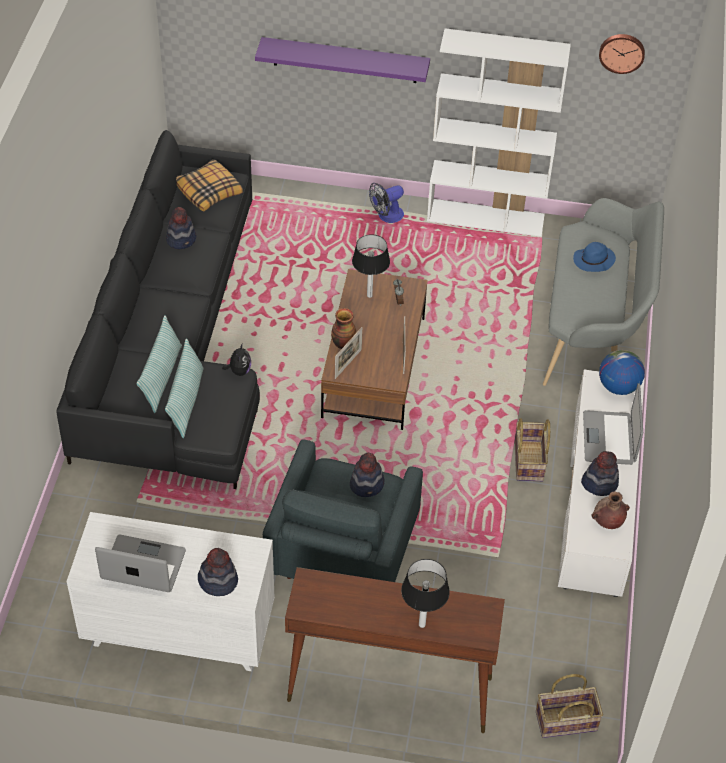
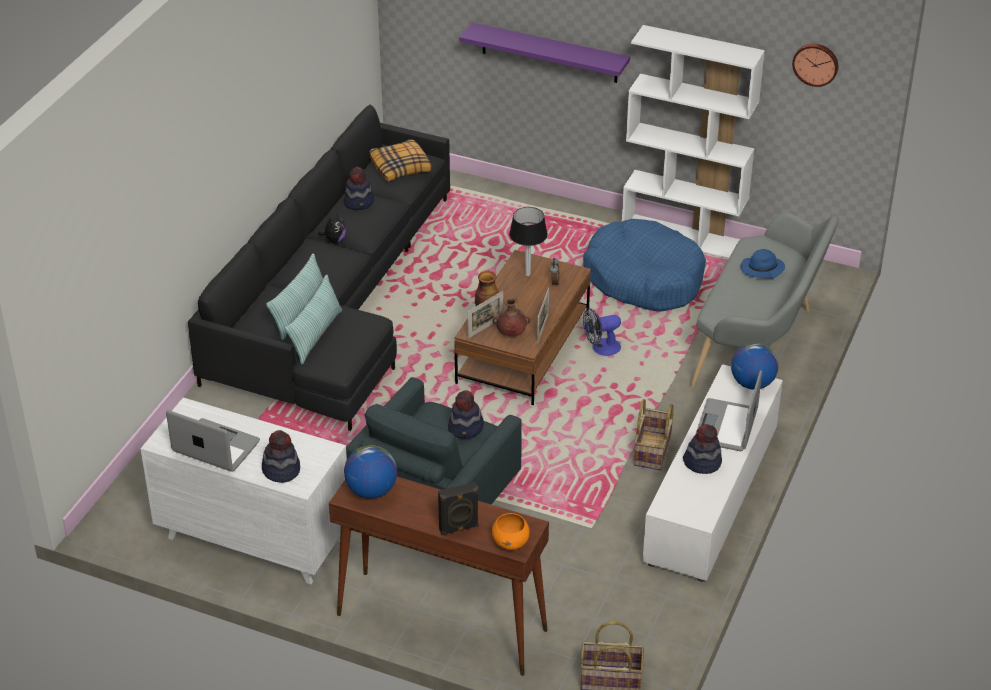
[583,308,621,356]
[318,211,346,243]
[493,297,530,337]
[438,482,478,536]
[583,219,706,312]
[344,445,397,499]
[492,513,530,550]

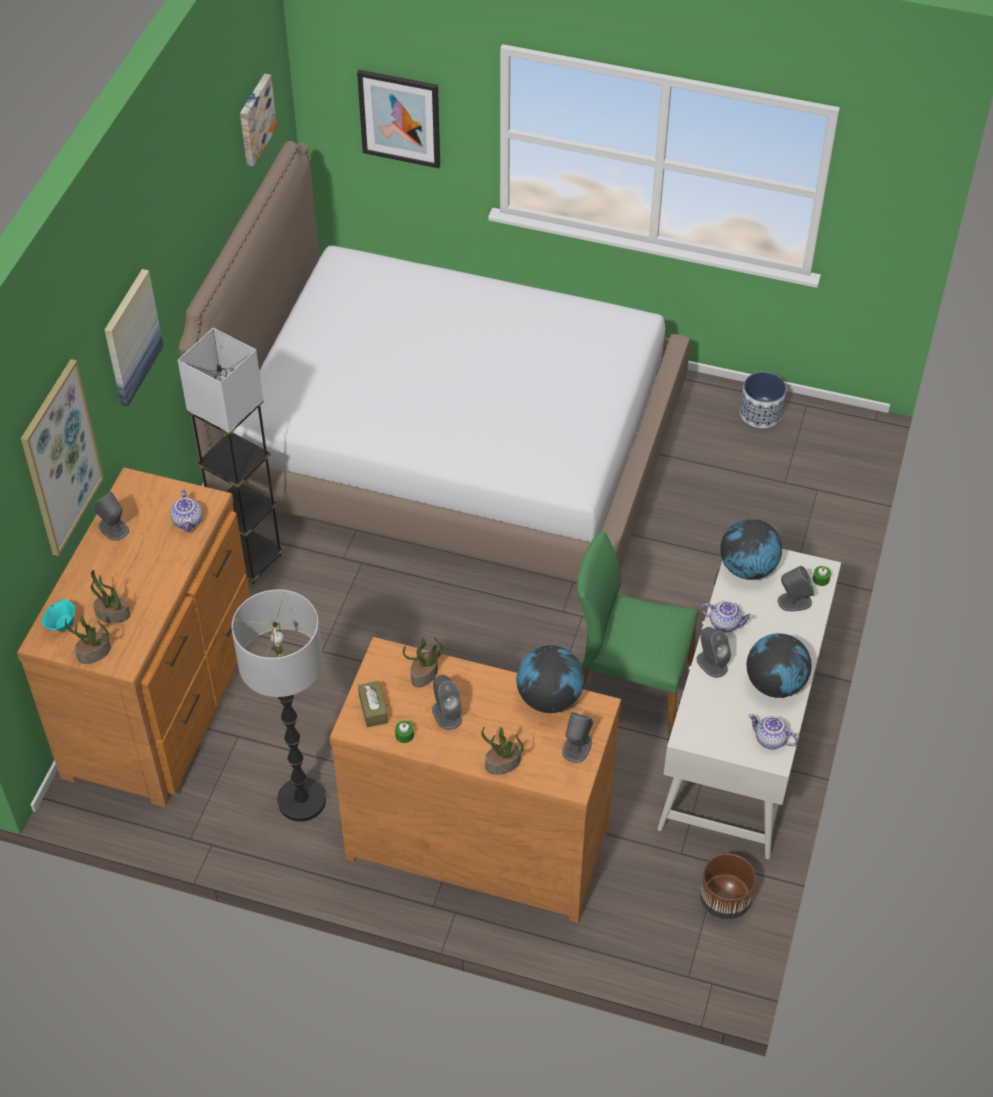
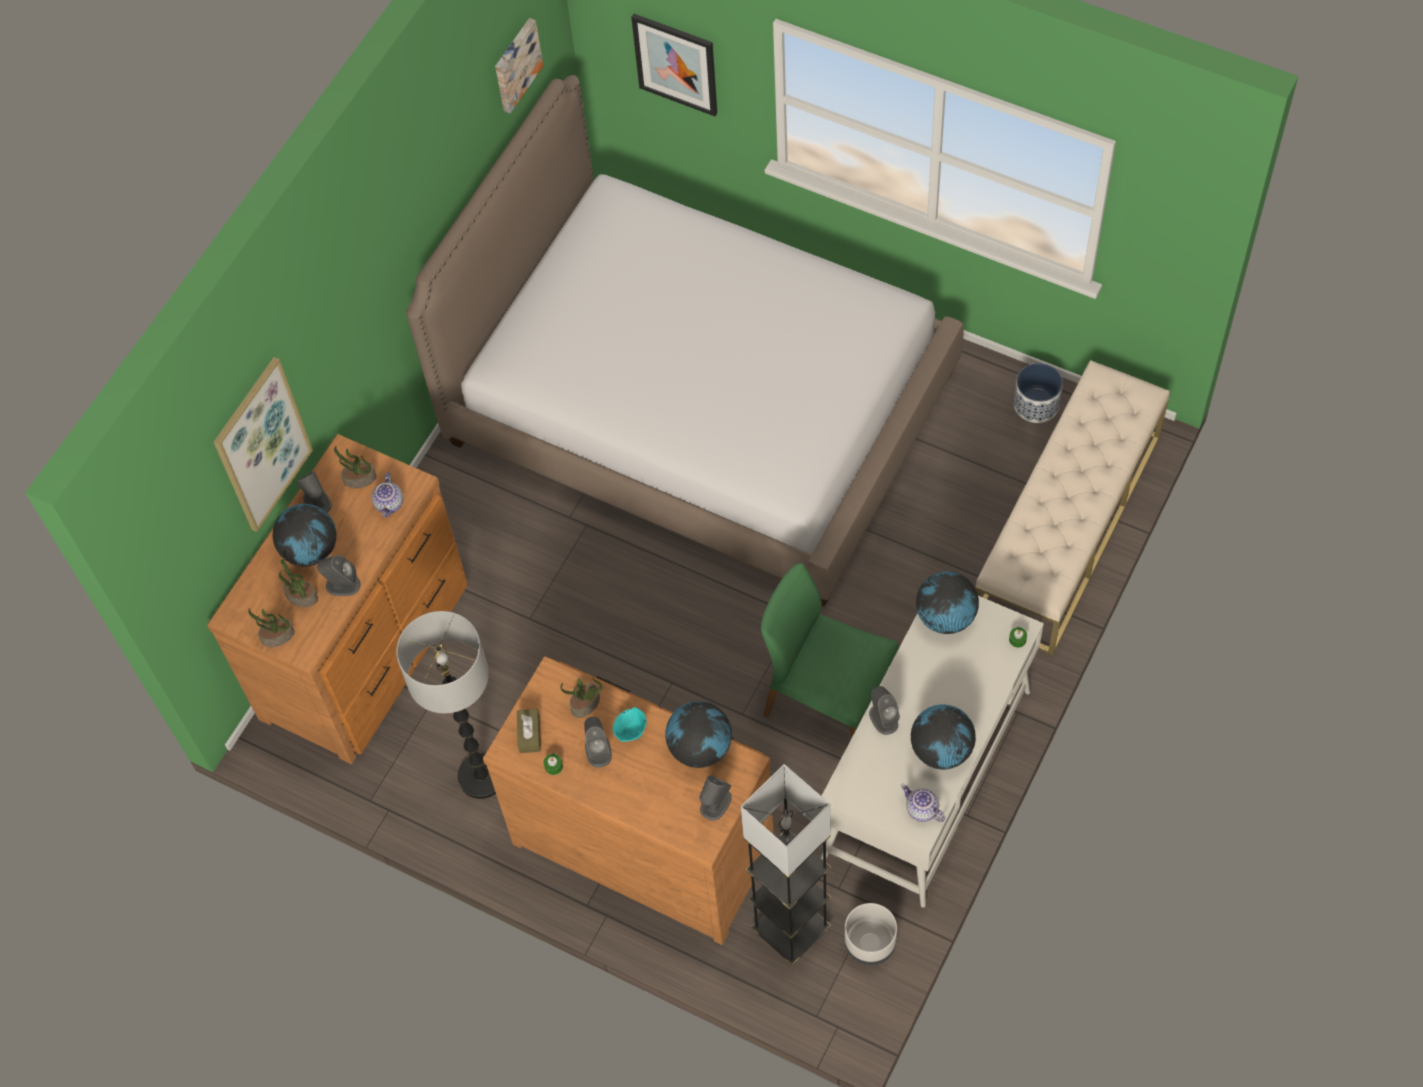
[104,269,163,406] (first image)
[741,764,831,965]
[317,555,360,596]
[613,707,647,742]
[701,601,753,632] (first image)
[334,446,376,488]
[845,903,897,966]
[975,360,1170,655]
[273,504,337,566]

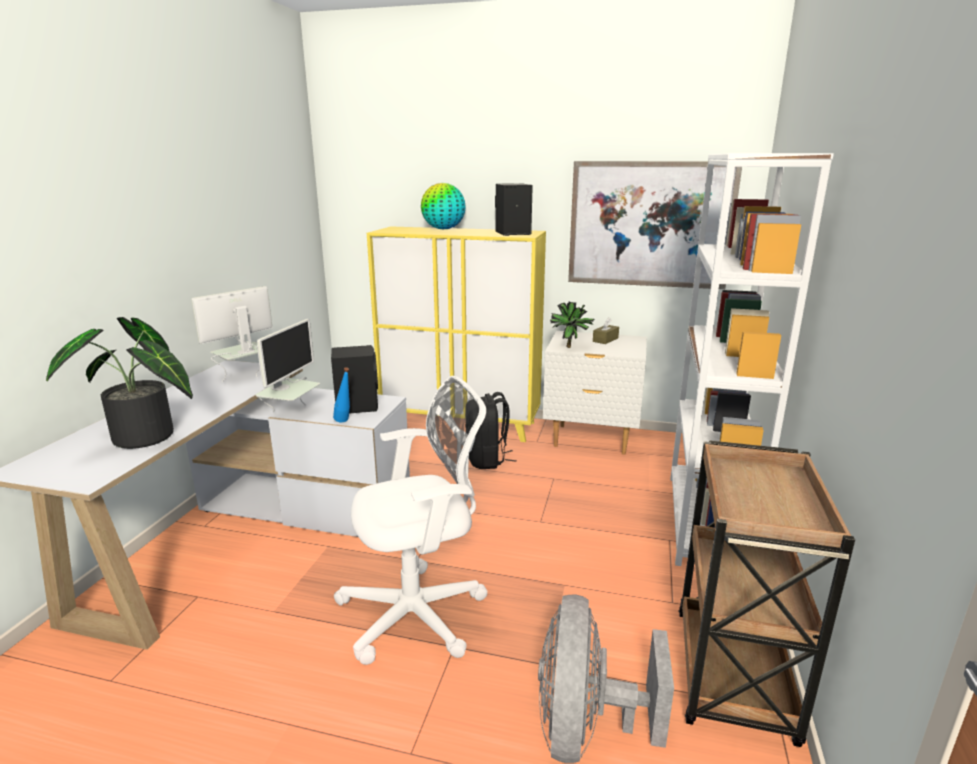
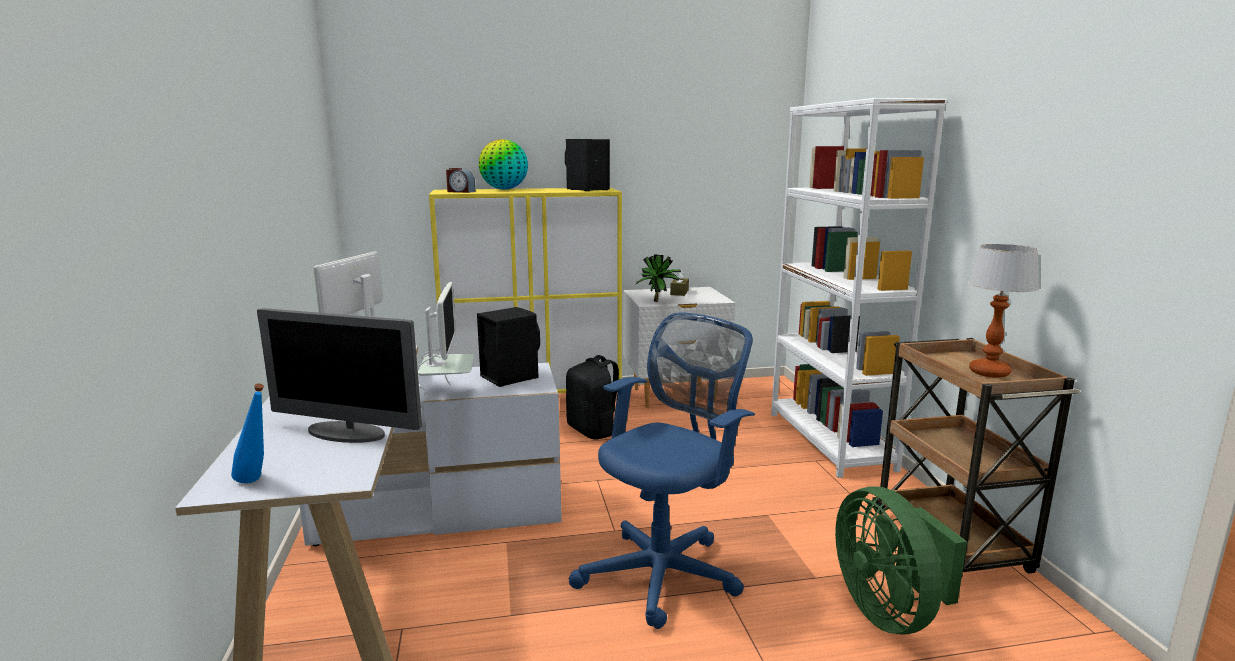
[568,161,742,289] (first image)
[257,308,422,443]
[231,383,264,483]
[569,313,755,629]
[835,486,967,635]
[446,168,475,193]
[968,244,1039,378]

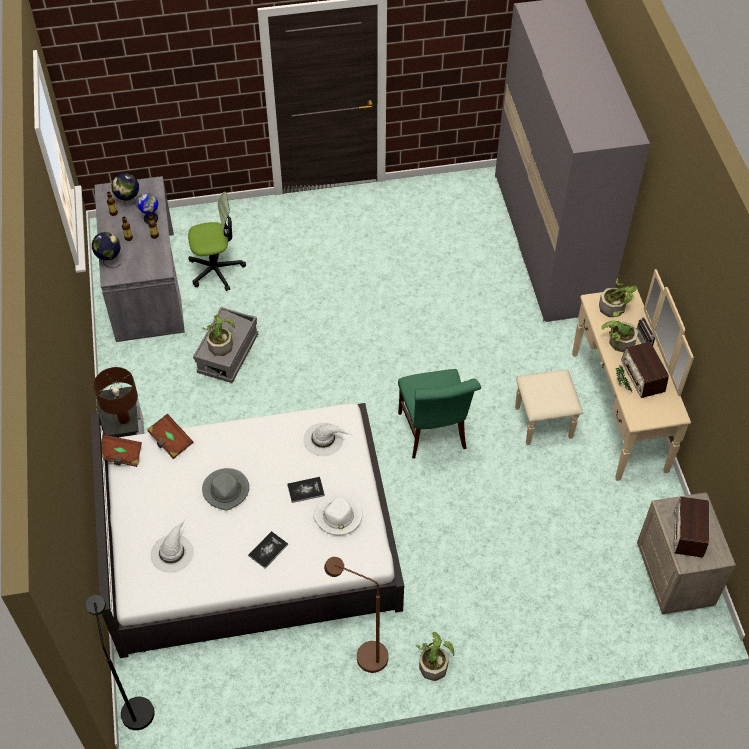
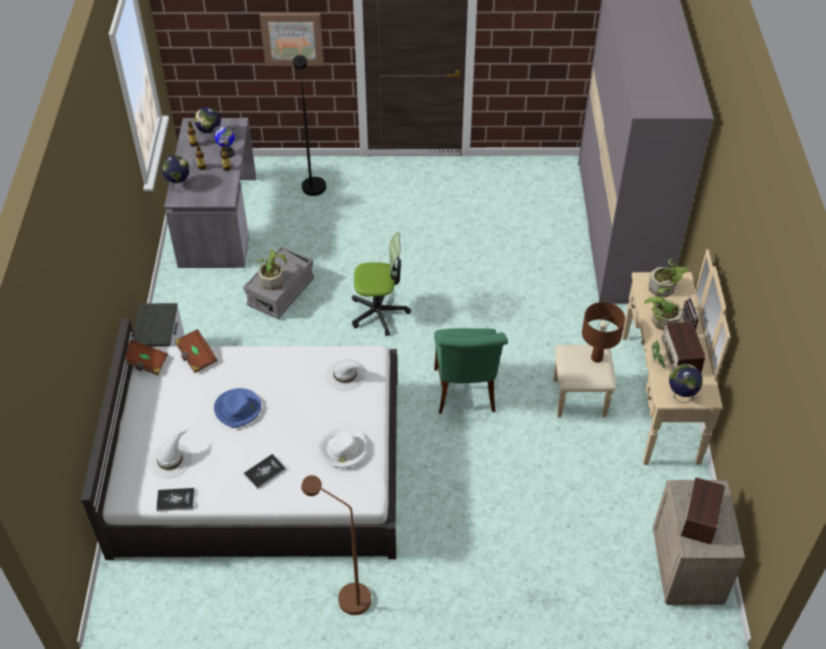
[352,232,411,336]
[582,302,625,363]
[214,388,261,428]
[156,488,194,511]
[293,55,326,196]
[416,632,454,681] (first image)
[259,13,324,66]
[669,364,703,403]

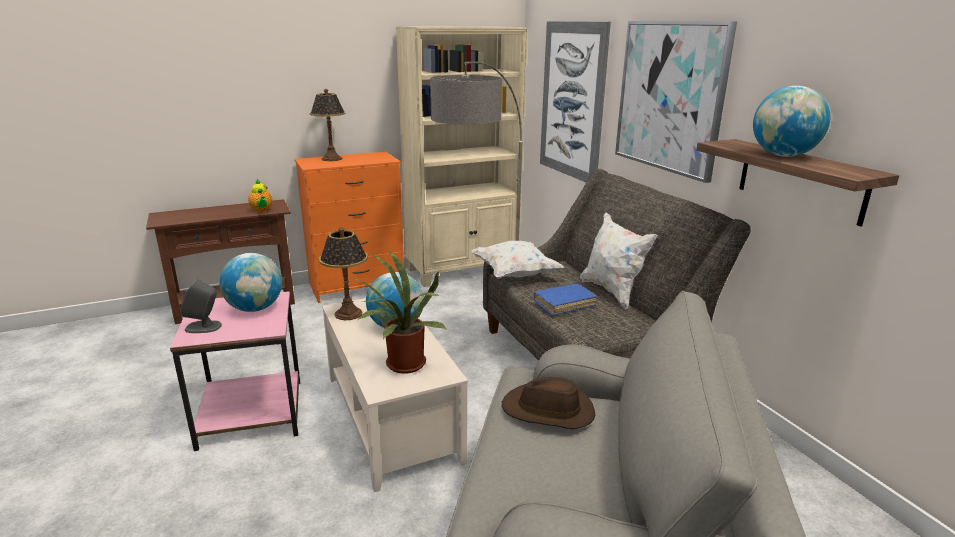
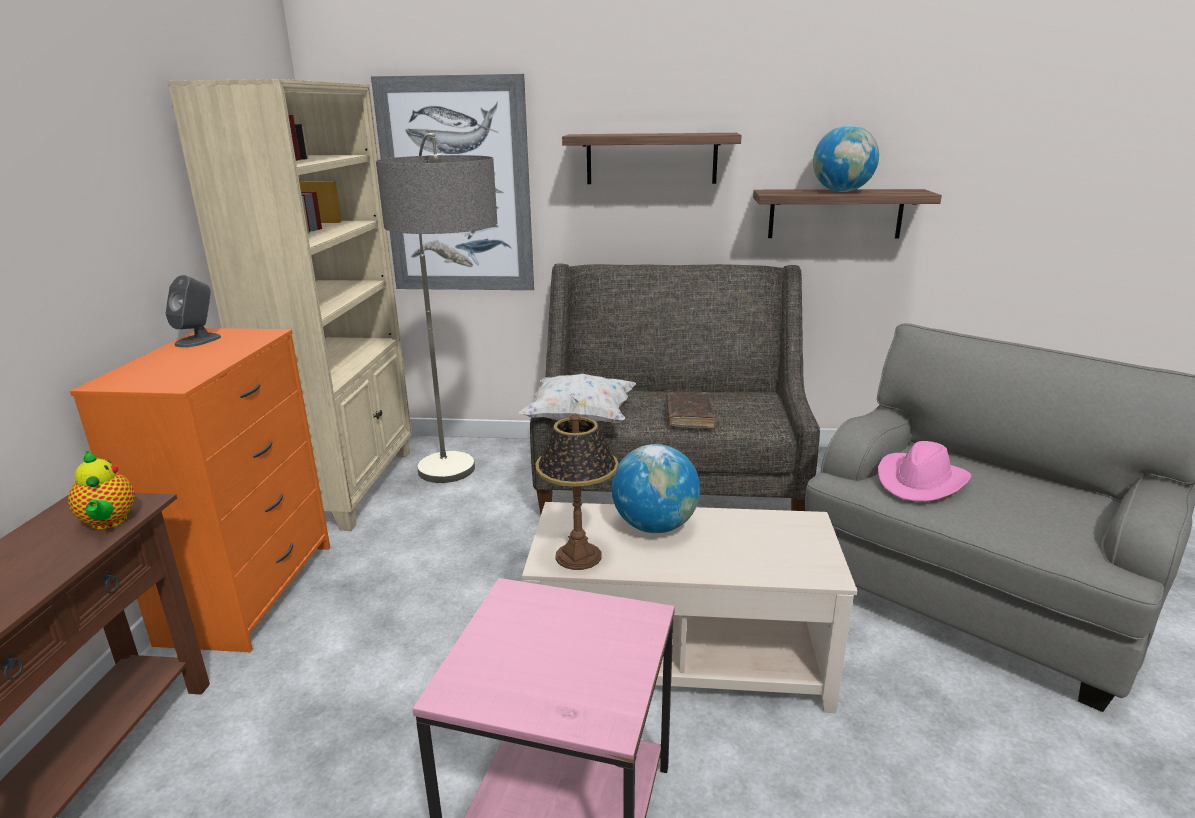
[562,133,742,184]
[310,89,346,161] (first image)
[68,451,135,529]
[580,212,657,310] (first image)
[349,251,447,374] (first image)
[219,253,282,312] (first image)
[165,275,221,348]
[666,392,715,429]
[878,441,971,501]

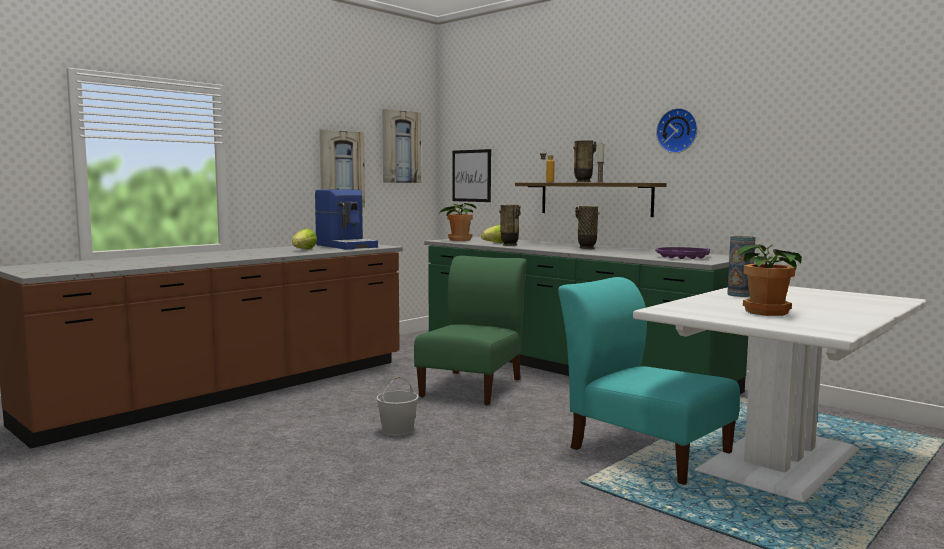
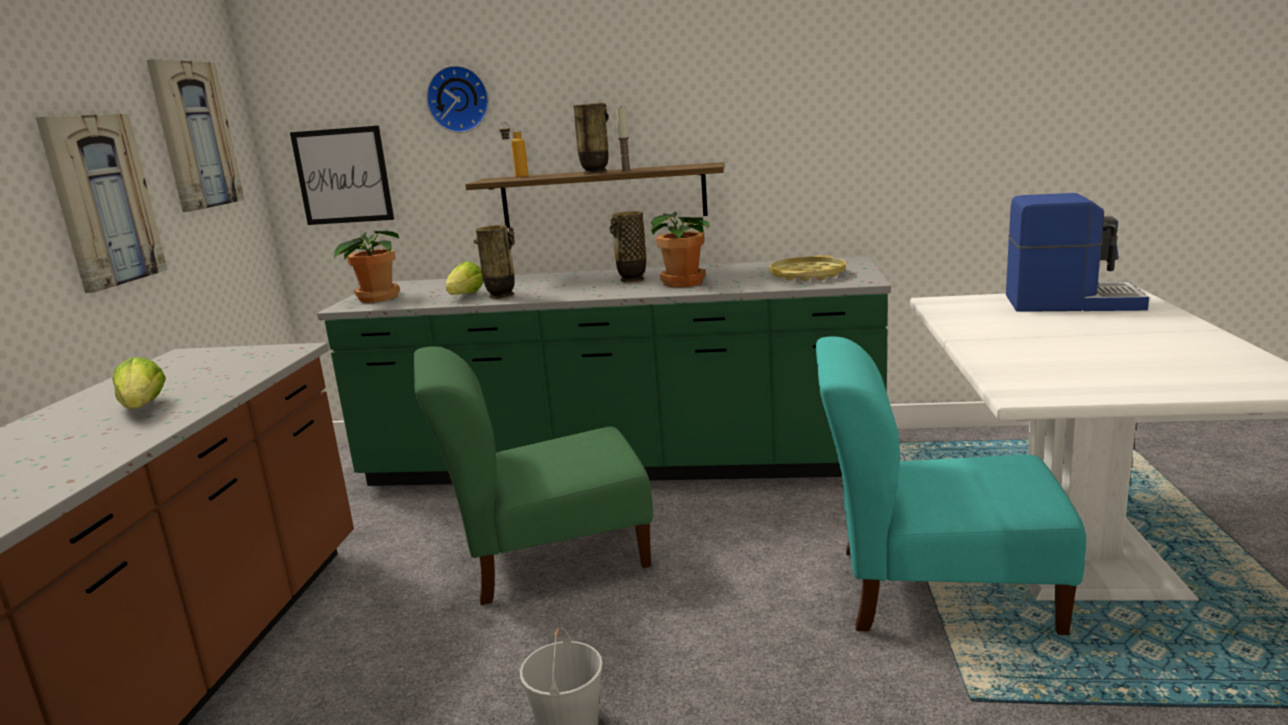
[426,65,489,133]
[1006,193,1149,312]
[727,236,756,297] (first image)
[651,212,710,288]
[769,255,846,281]
[413,346,653,605]

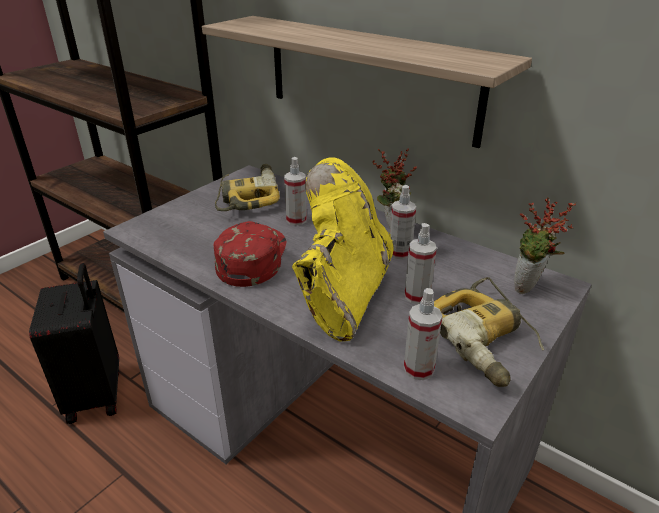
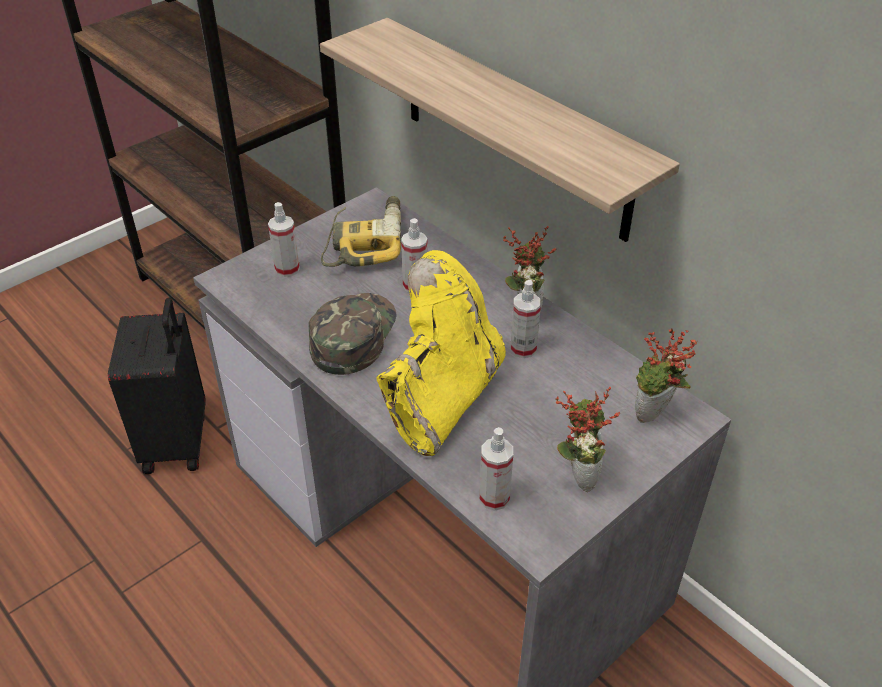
[308,293,397,375]
[268,202,300,277]
[555,387,620,492]

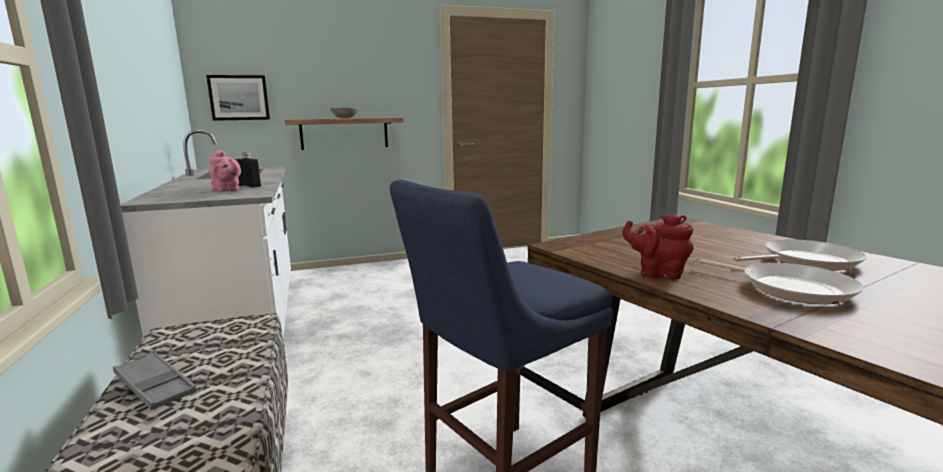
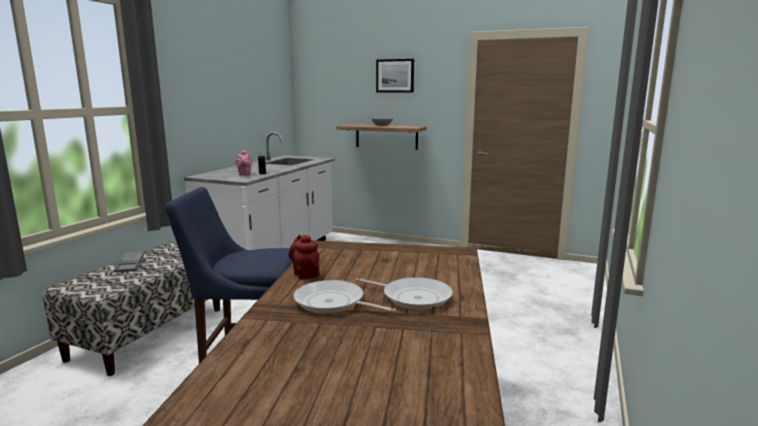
[376,59,414,93]
[293,280,396,313]

